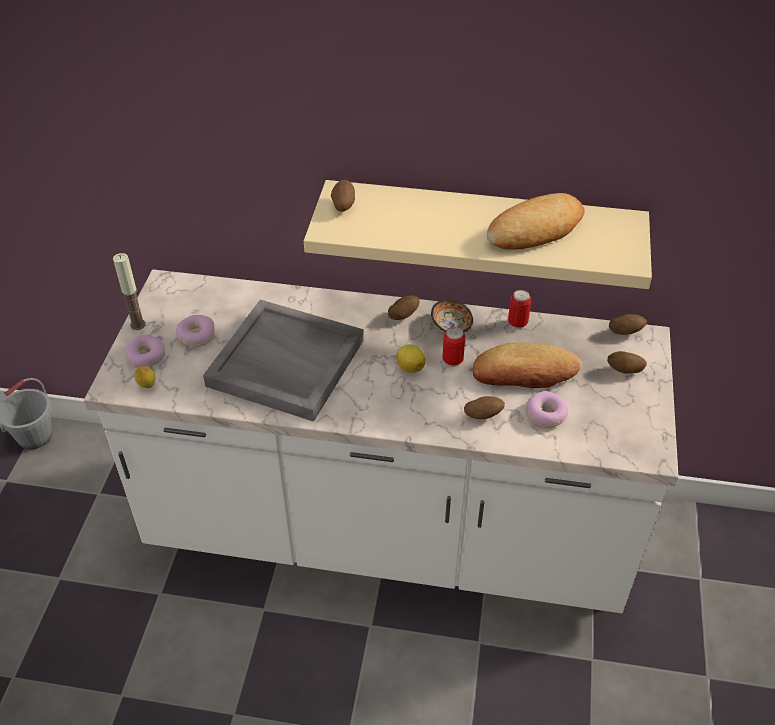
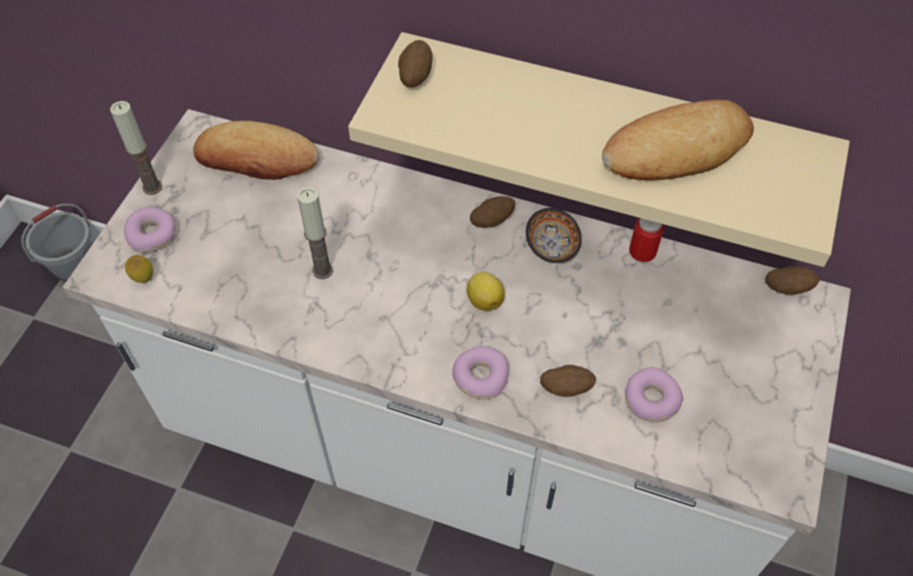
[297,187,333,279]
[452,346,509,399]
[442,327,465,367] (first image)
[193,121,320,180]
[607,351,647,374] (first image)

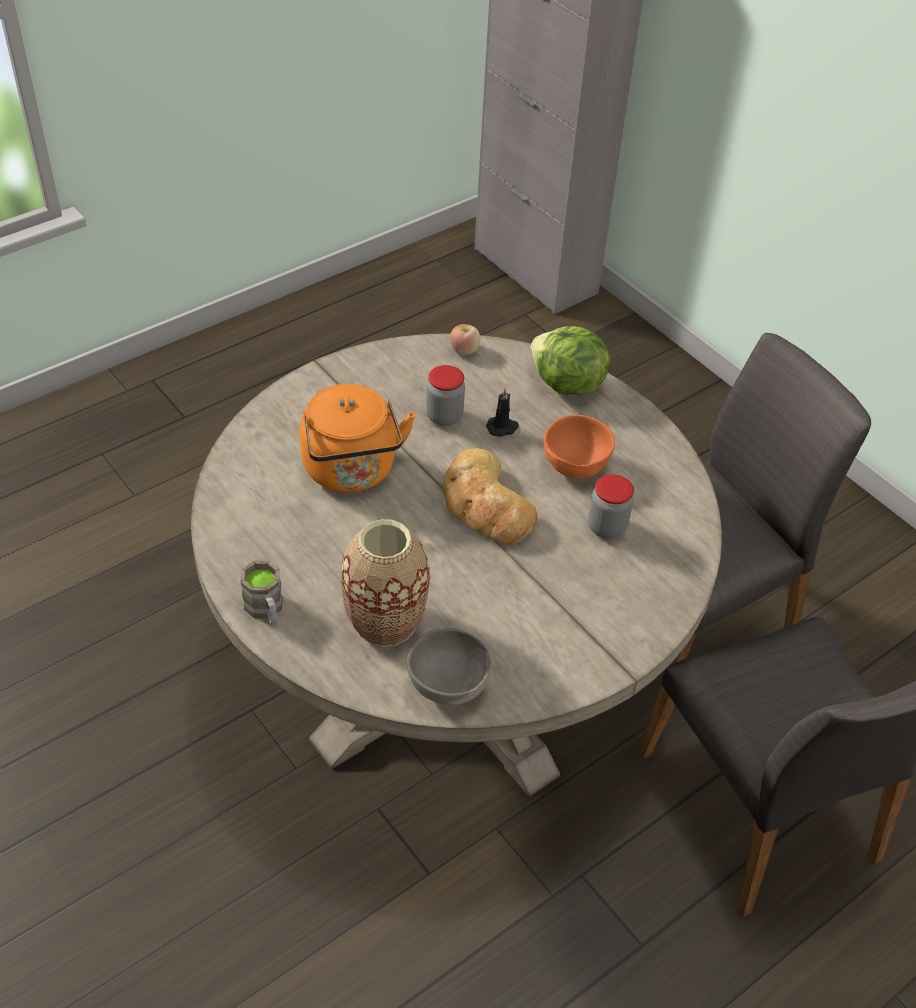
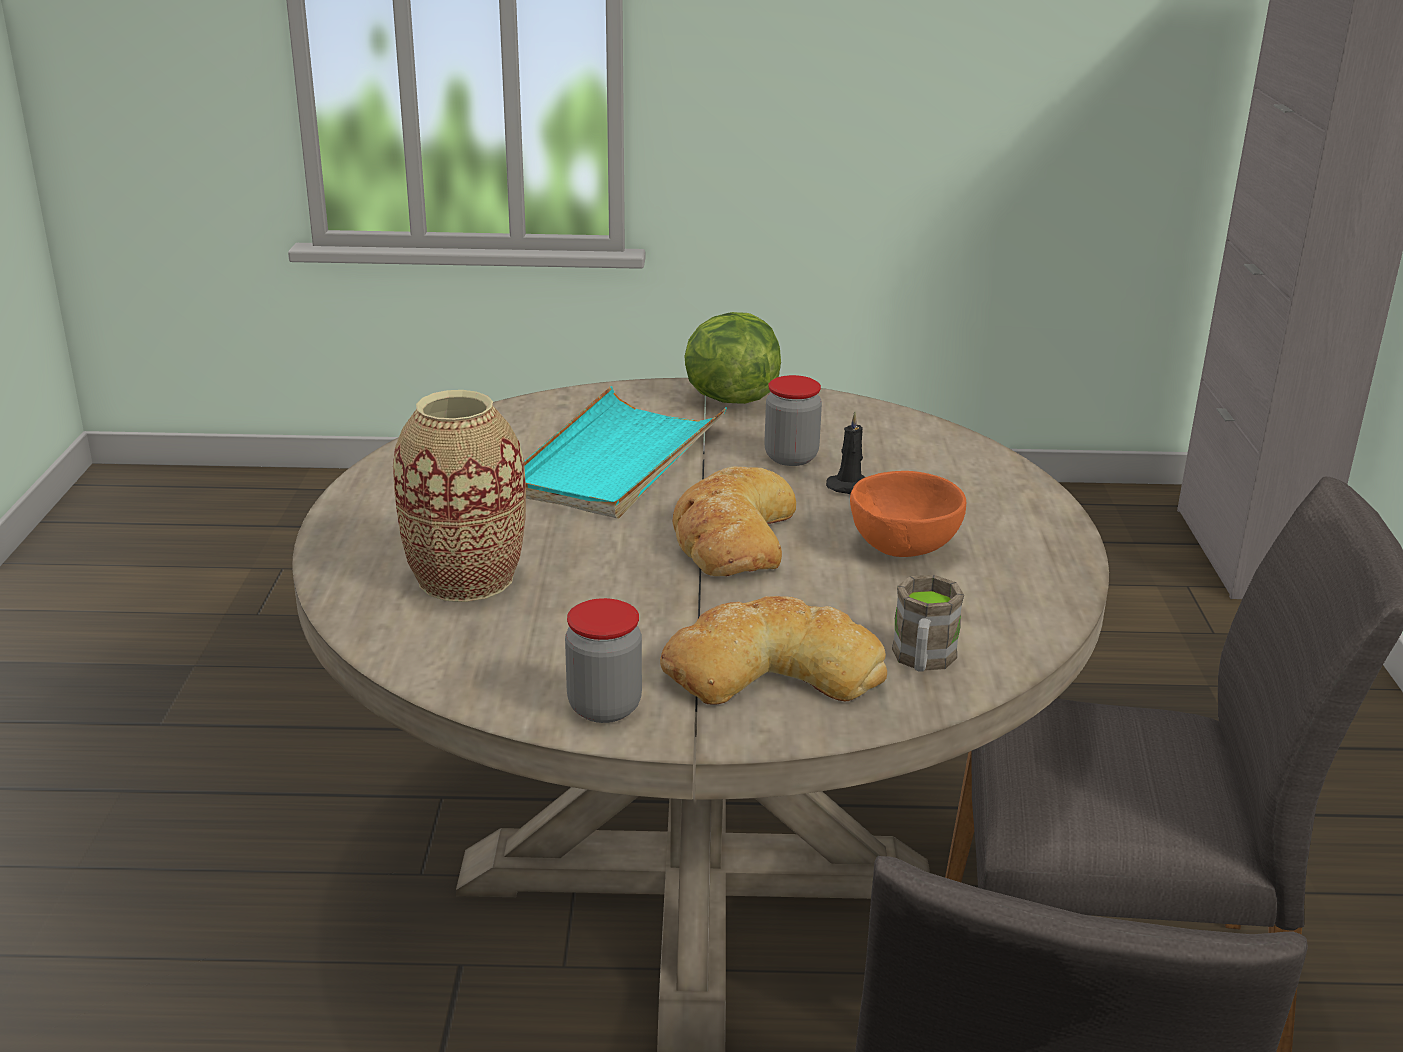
[450,324,480,355] (first image)
[684,312,781,404]
[524,386,727,519]
[565,598,642,723]
[892,575,964,672]
[407,628,492,705] (first image)
[660,596,887,705]

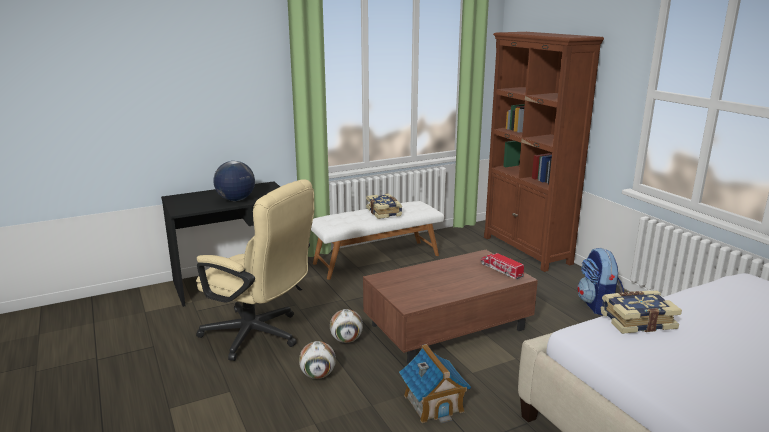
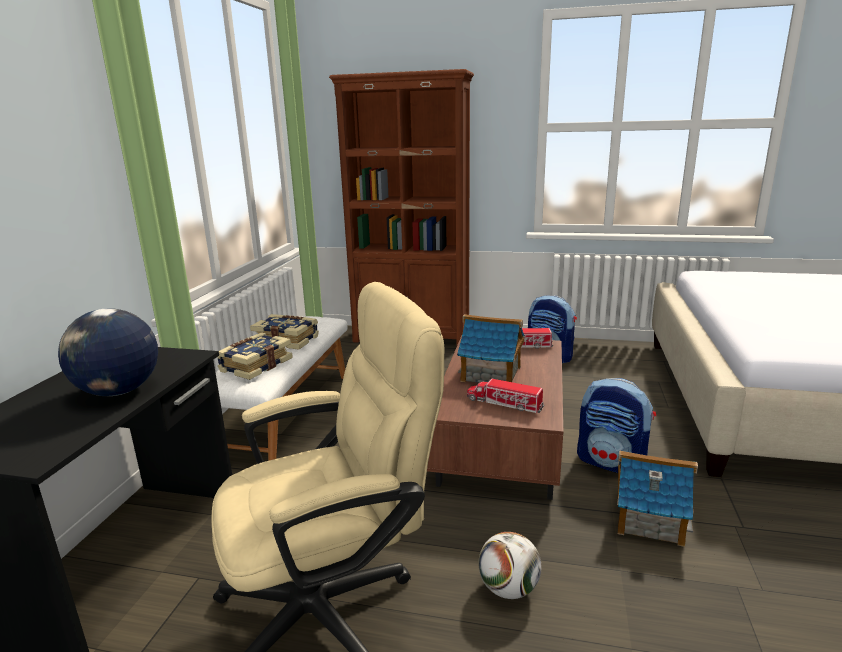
[217,333,293,380]
[330,309,363,343] (first image)
[457,314,525,383]
[467,378,545,413]
[577,378,656,473]

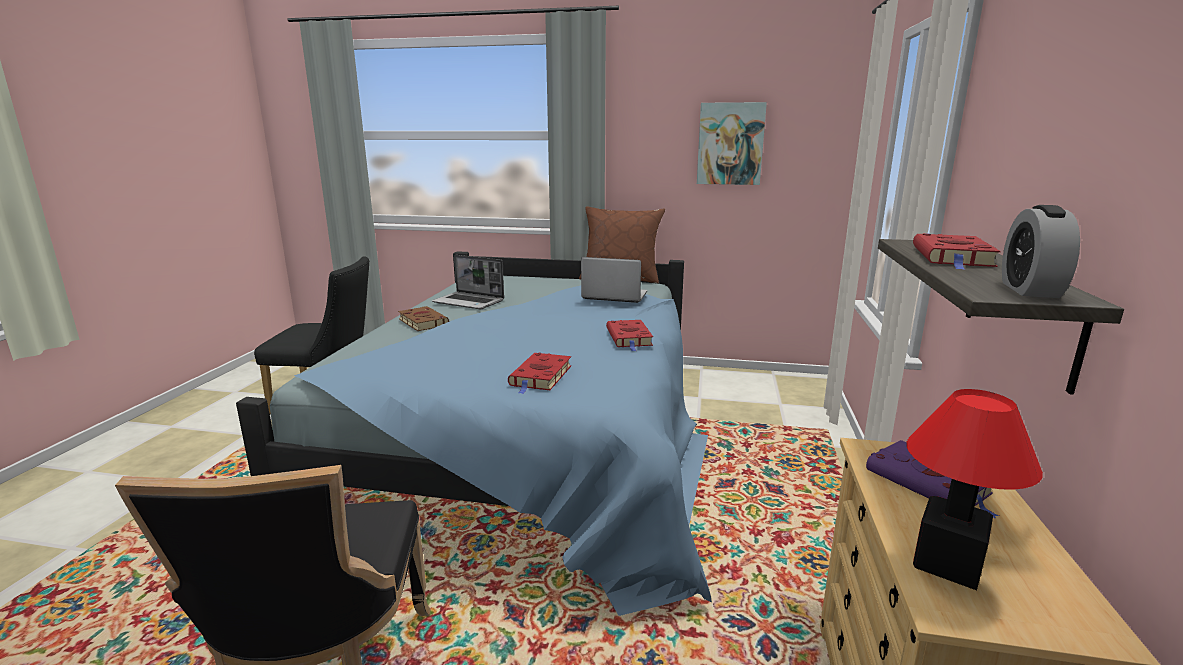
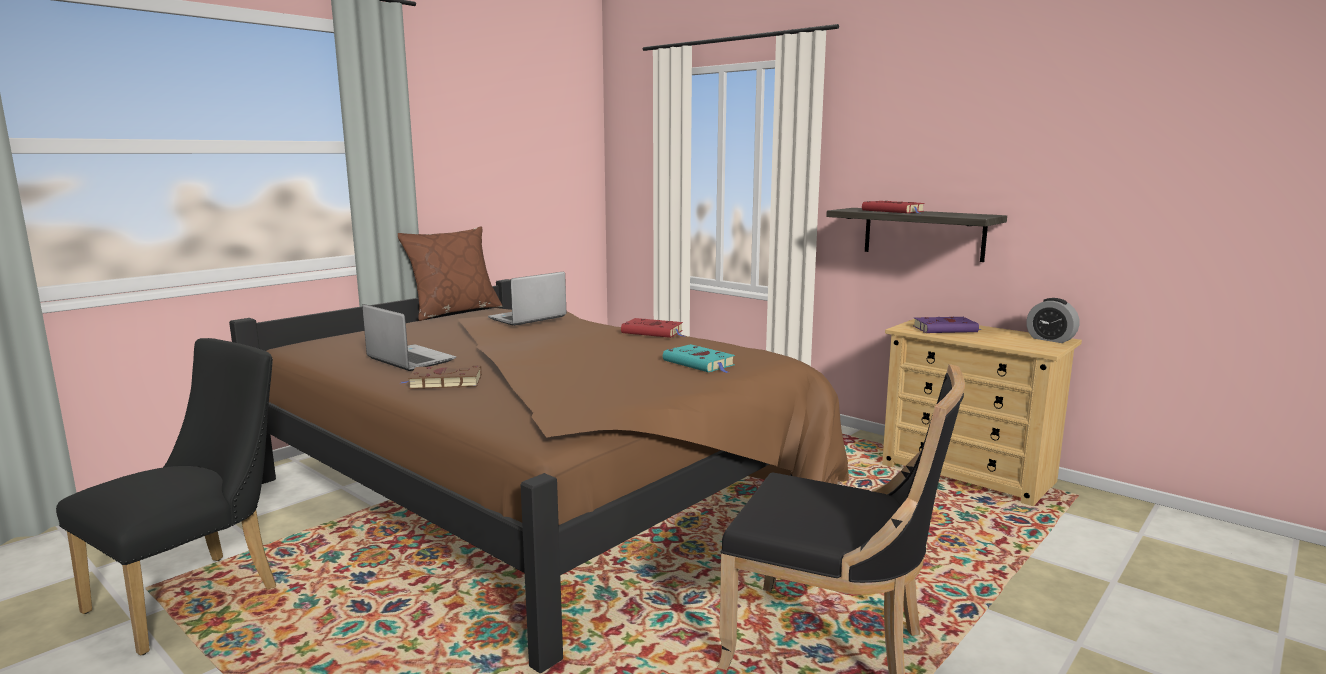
[697,102,767,185] (first image)
[1026,298,1080,343]
[229,279,849,673]
[362,304,456,371]
[663,344,735,373]
[906,389,1043,590] (first image)

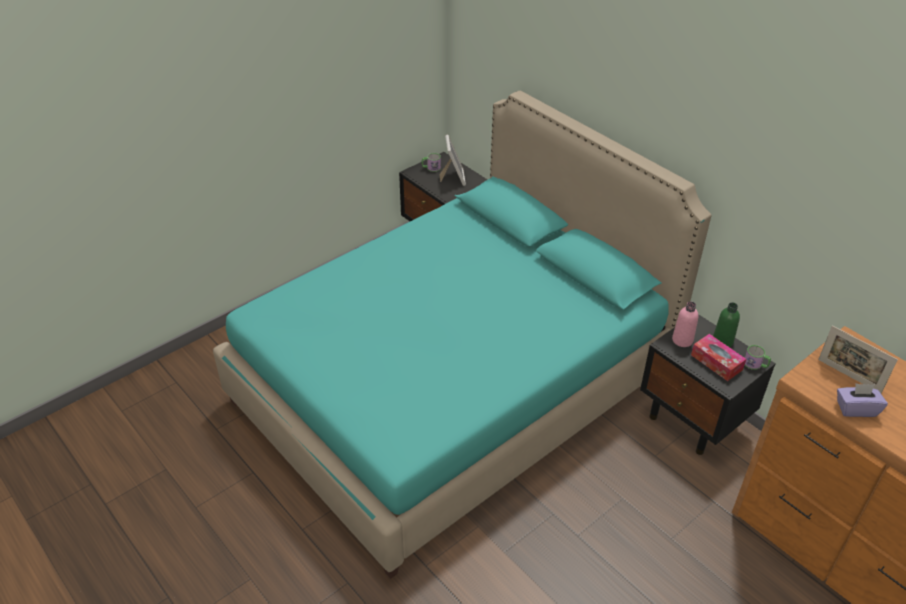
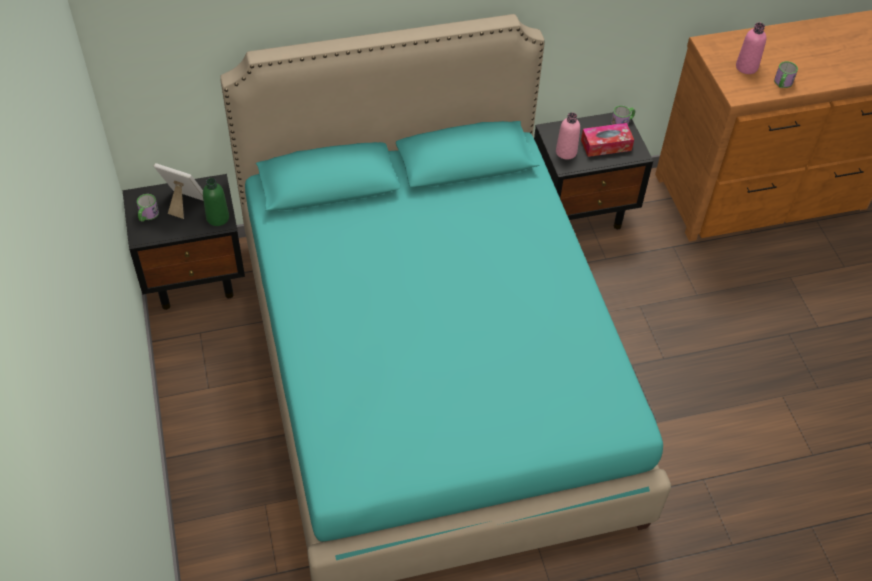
[203,178,229,226]
[736,23,766,74]
[774,61,798,88]

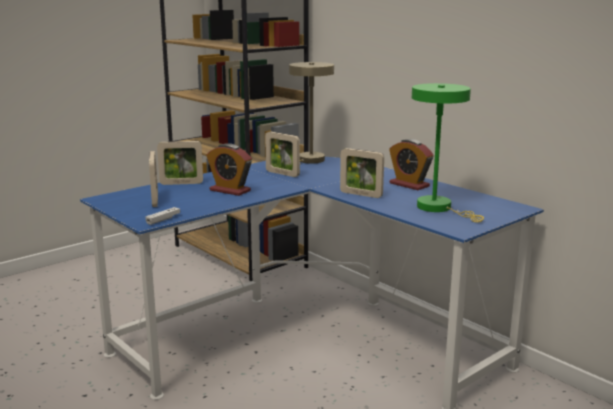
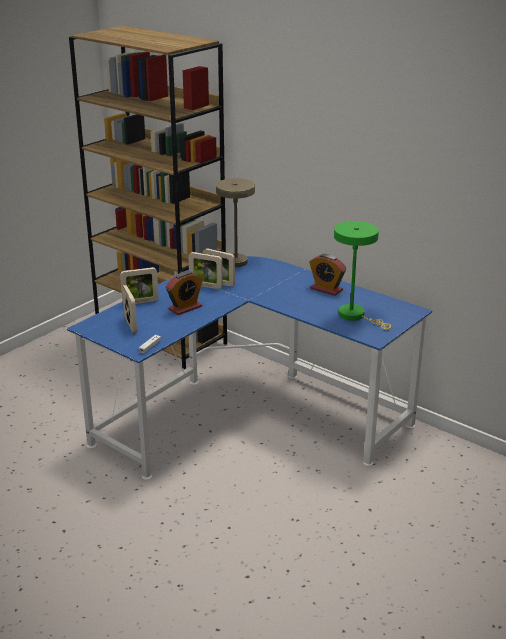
[166,271,203,315]
[188,252,223,289]

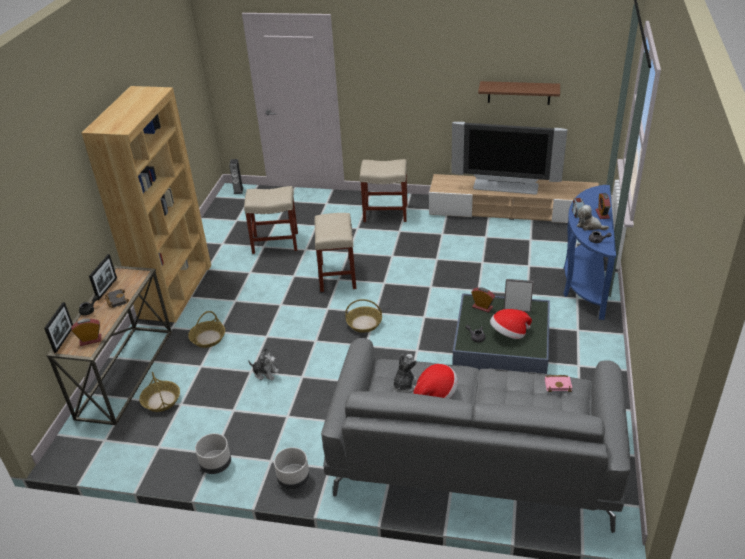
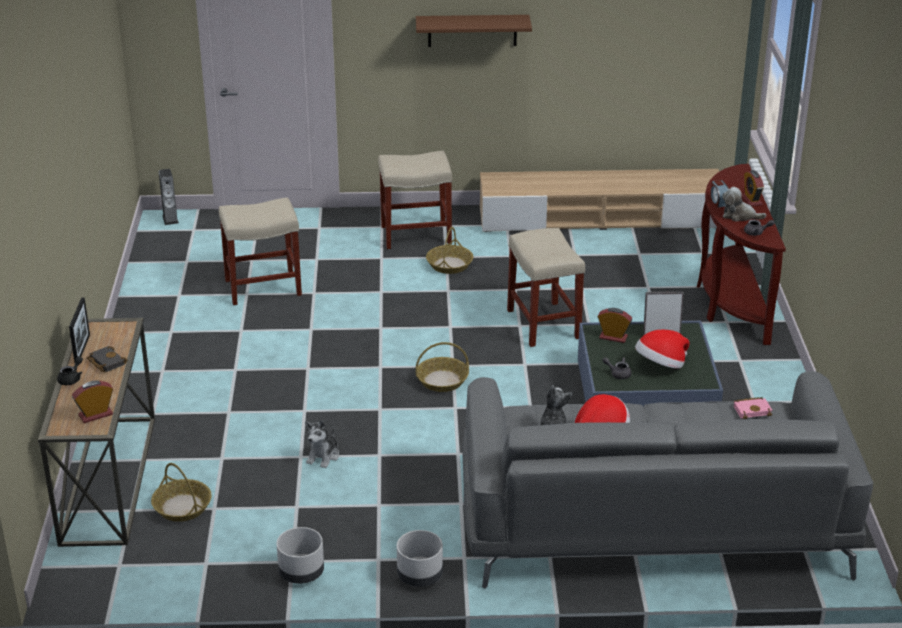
[416,15,532,47]
[81,86,211,322] (first image)
[451,122,567,195] (first image)
[697,164,786,345]
[507,228,585,347]
[44,302,73,353] (first image)
[426,227,473,274]
[305,420,339,468]

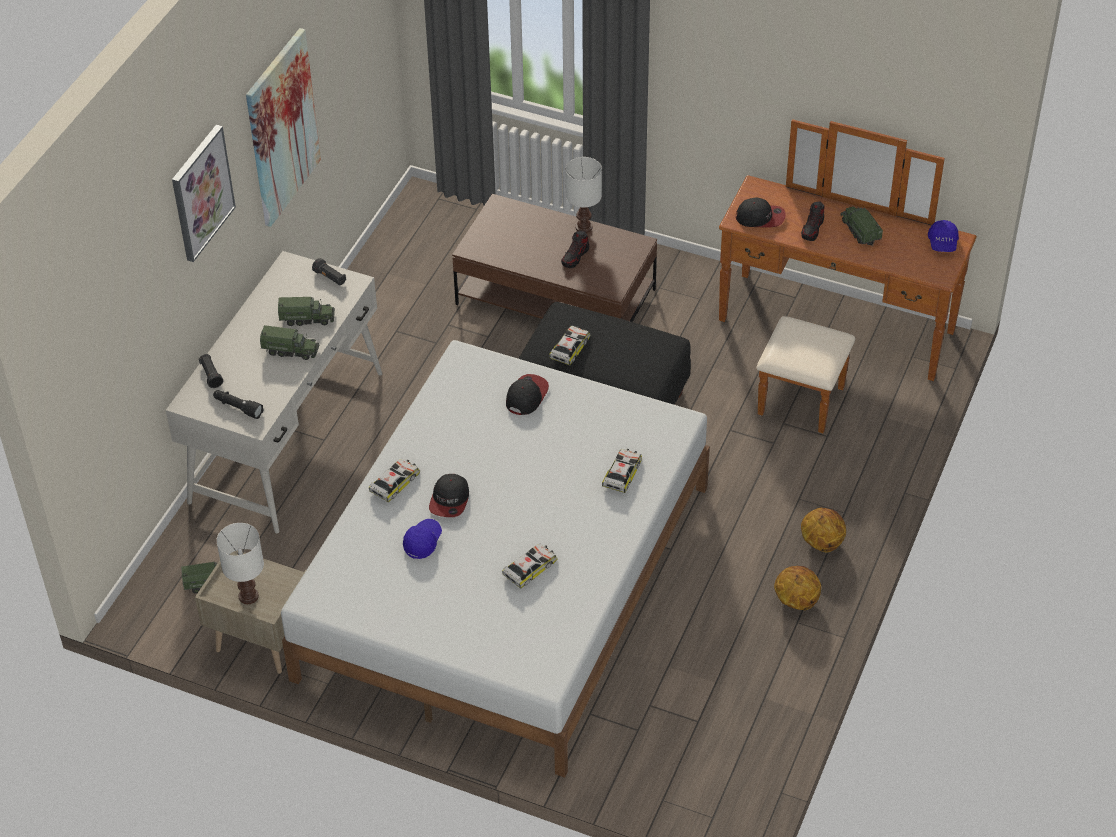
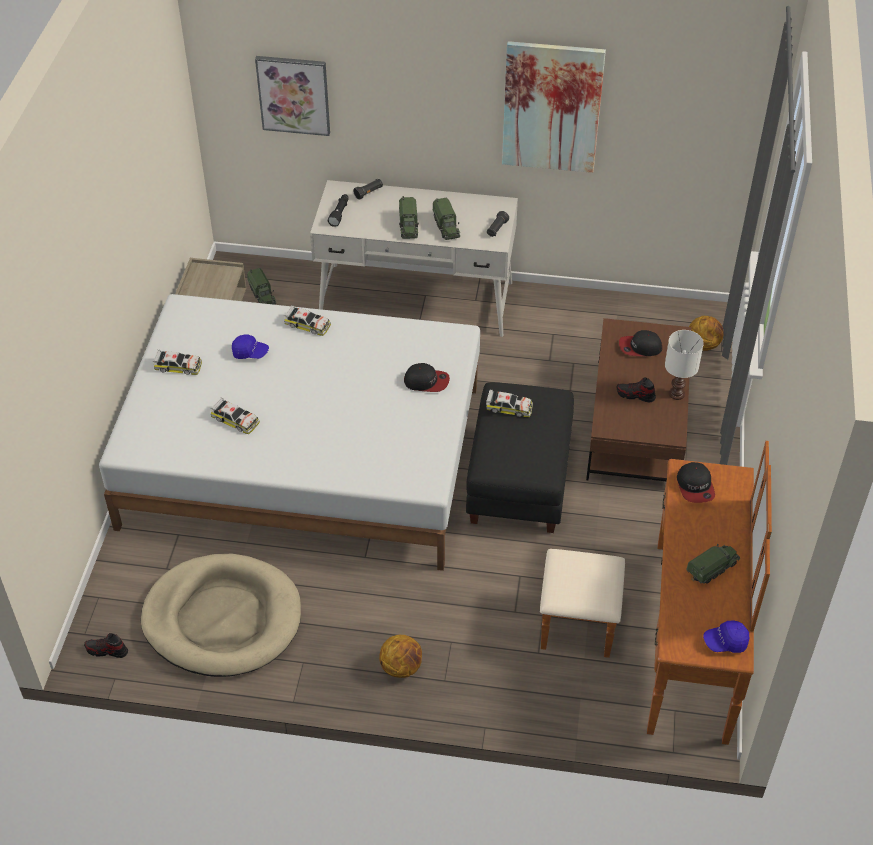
[255,56,330,136]
[84,633,128,658]
[153,350,202,375]
[619,330,662,356]
[216,523,264,604] (first image)
[689,316,724,351]
[141,554,301,677]

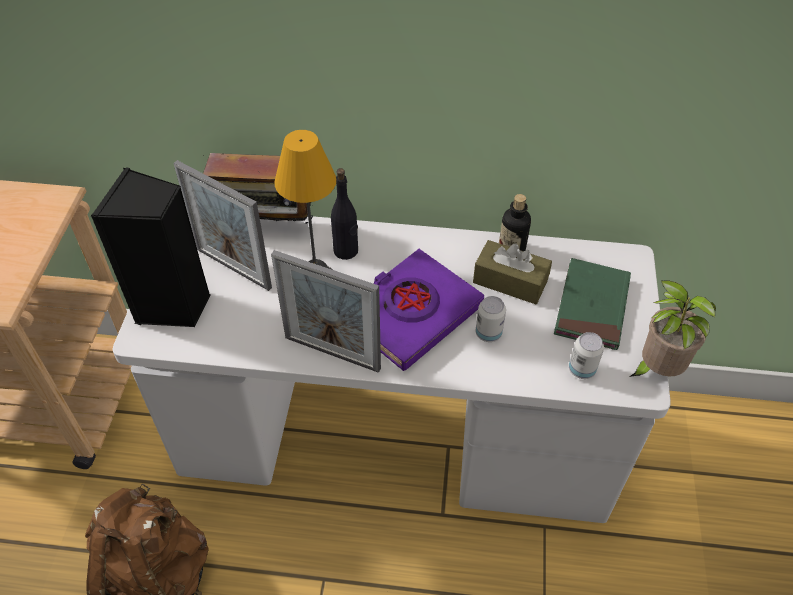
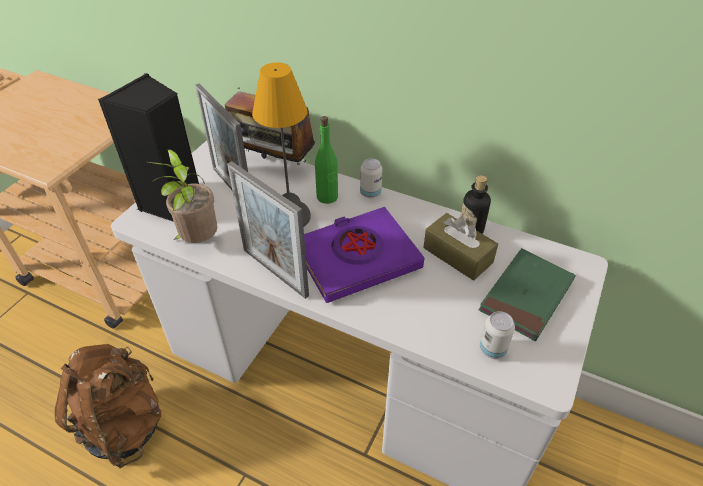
[315,116,338,204]
[148,149,217,243]
[360,159,382,198]

